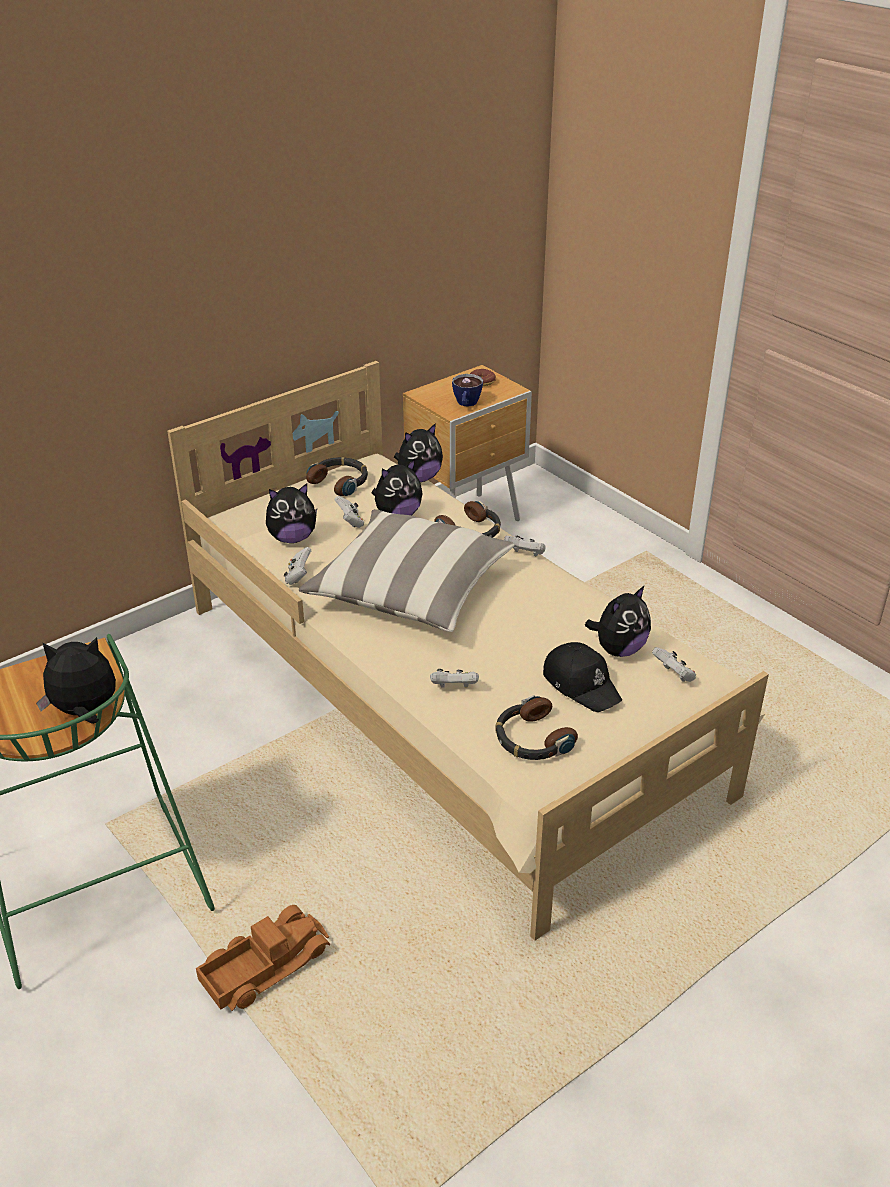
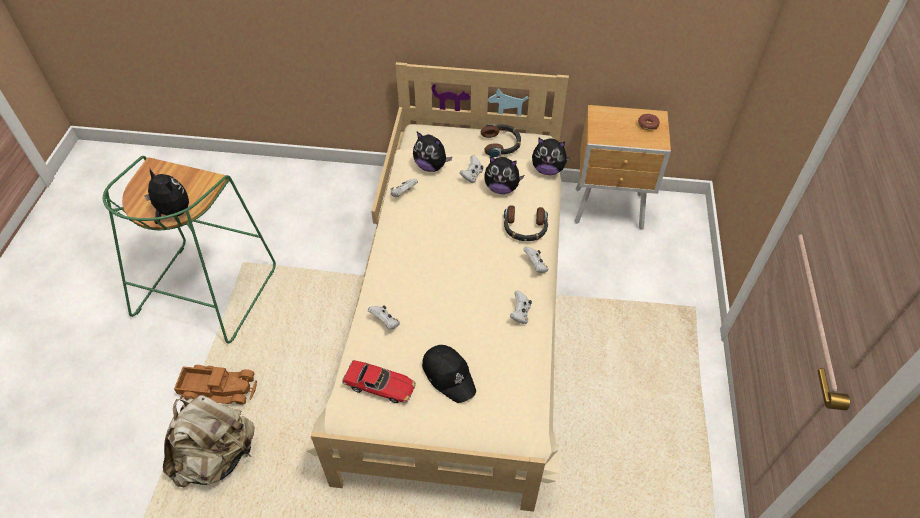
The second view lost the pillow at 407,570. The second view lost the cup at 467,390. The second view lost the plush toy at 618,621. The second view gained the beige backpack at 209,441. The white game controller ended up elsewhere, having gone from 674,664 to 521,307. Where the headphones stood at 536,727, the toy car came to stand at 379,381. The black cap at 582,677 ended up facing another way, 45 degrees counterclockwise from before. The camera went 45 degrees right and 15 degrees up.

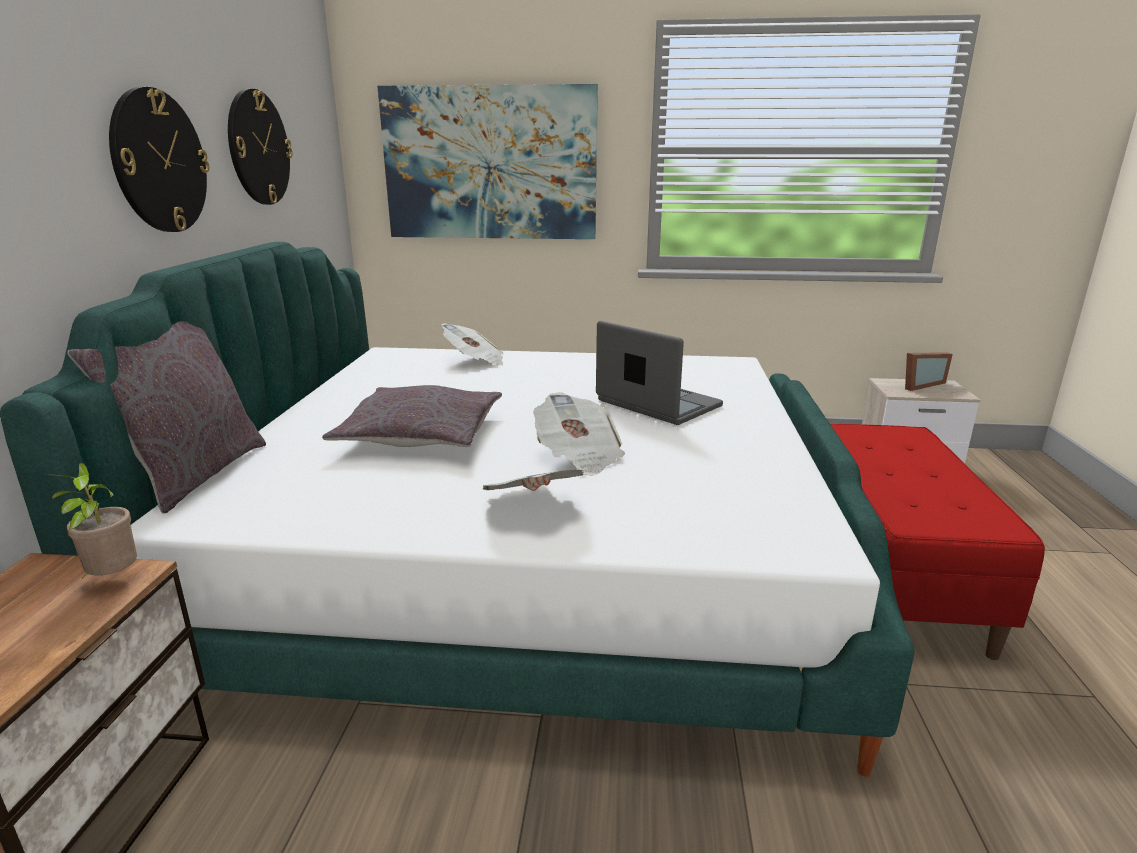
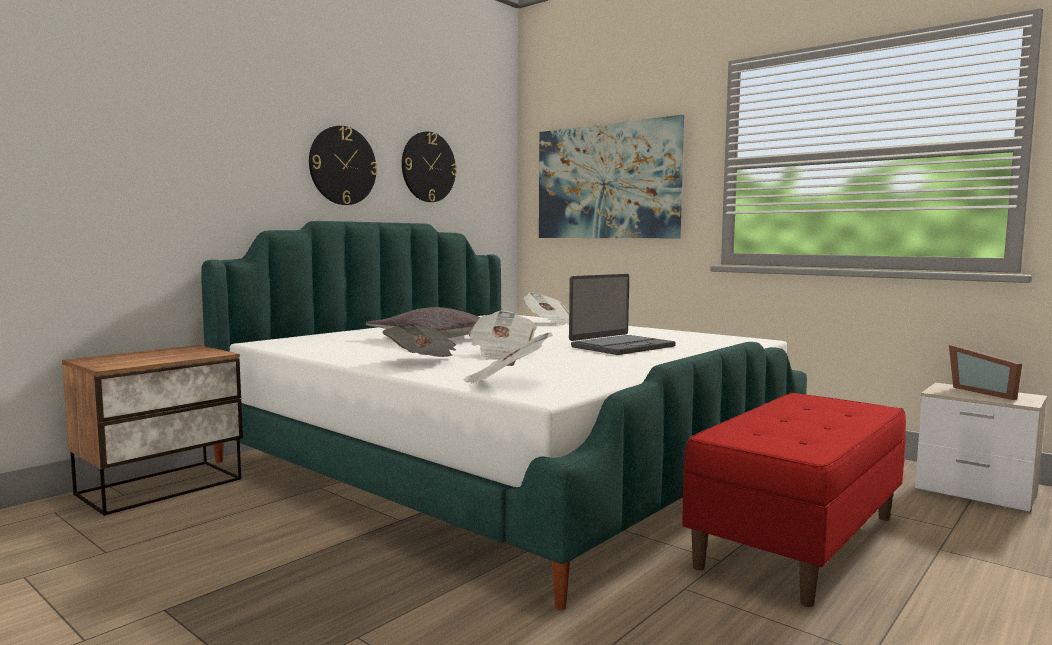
The second view lost the potted plant at 92,520. The second view lost the grey pillow at 166,417. The second view gained the newspaper at 508,358. The laptop at 659,373 ended up facing another way, 60 degrees clockwise from before. The picture frame at 929,371 ended up facing another way, 60 degrees clockwise from before. The camera went 35 degrees right and 15 degrees down.

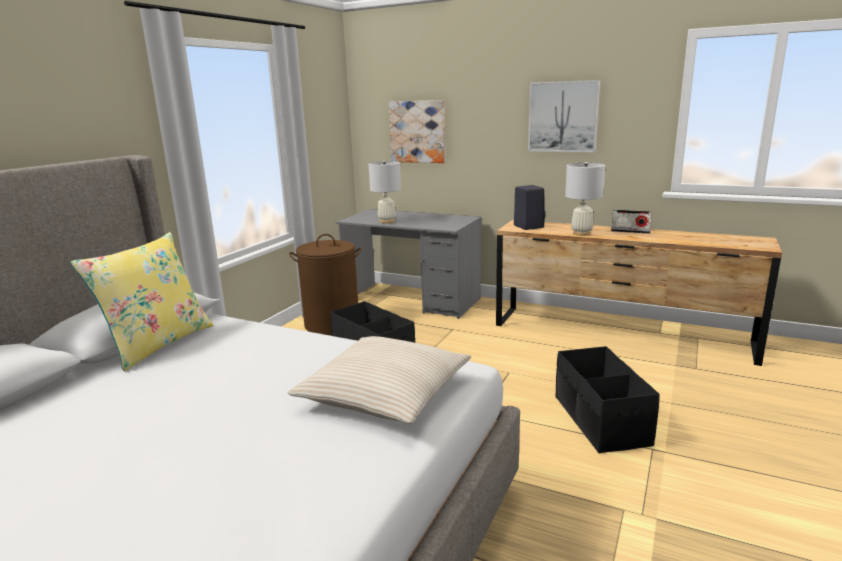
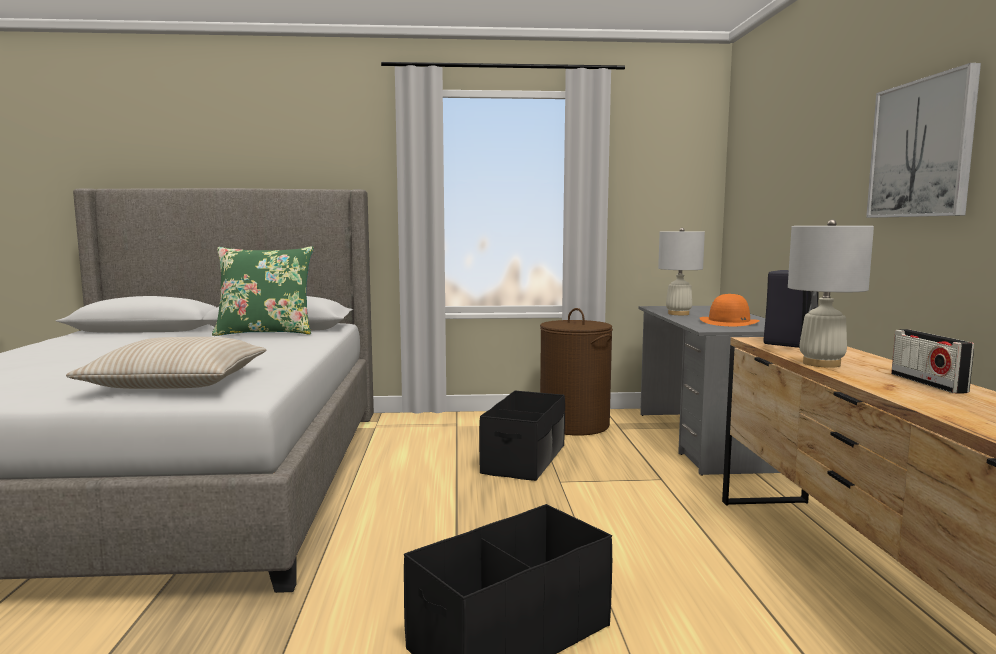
The second view lost the picture at 417,131. The second view gained the orange hat at 730,310. What was the yellow pillow at 141,301 turned into the green pillow at 263,291. The camera went 60 degrees right and 10 degrees down.

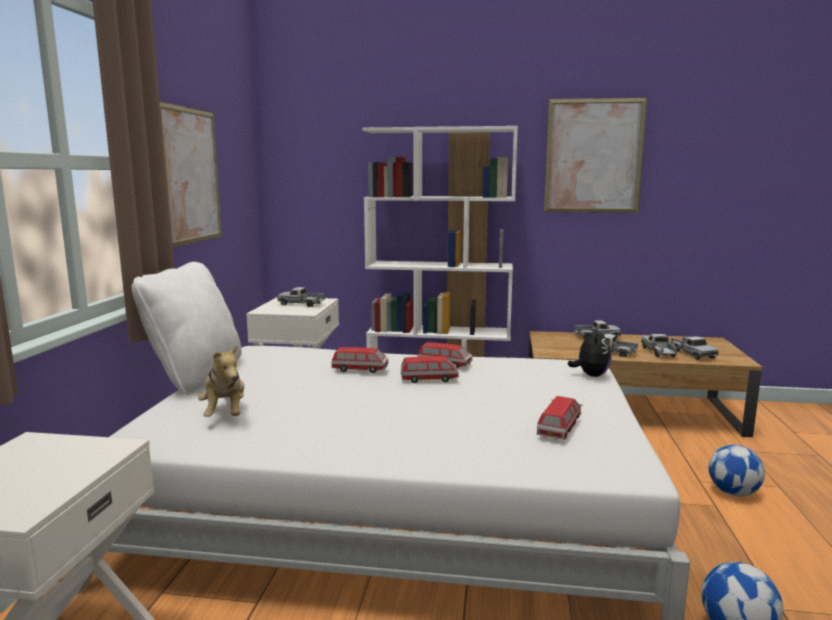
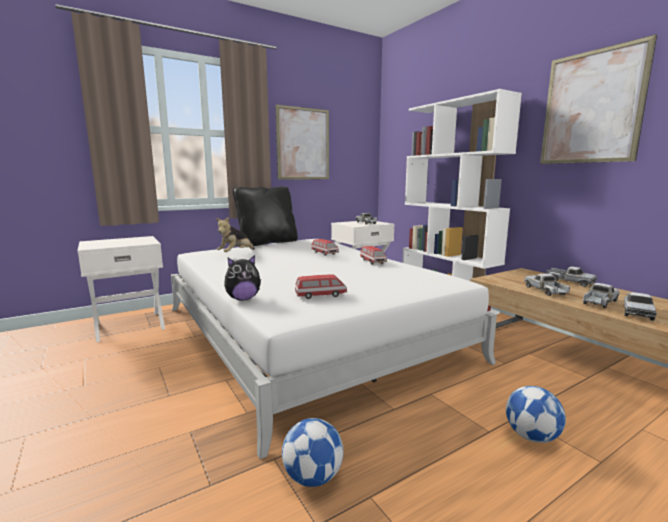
The second view lost the toy car at 430,369. The plush toy ended up elsewhere, having gone from 590,352 to 242,278. What was the white pillow at 187,328 turned into the black pillow at 265,216. The camera went 50 degrees right and 0 degrees up.

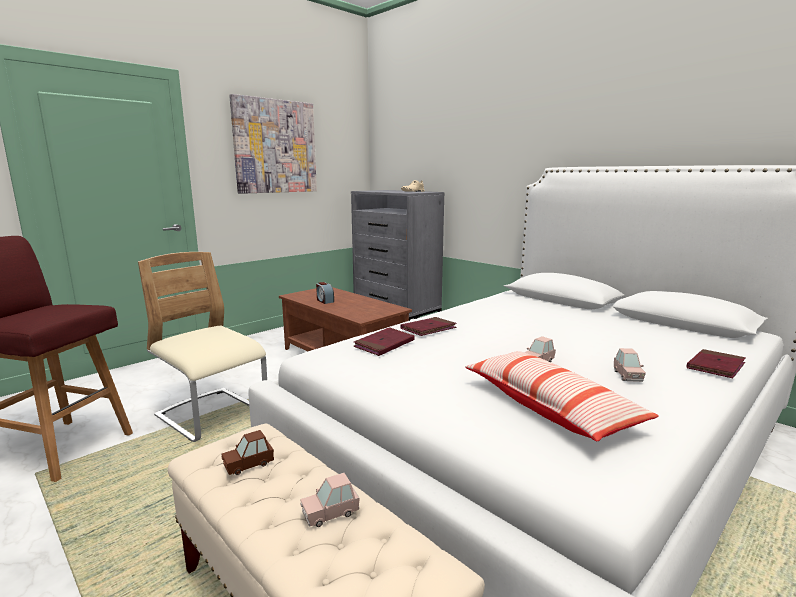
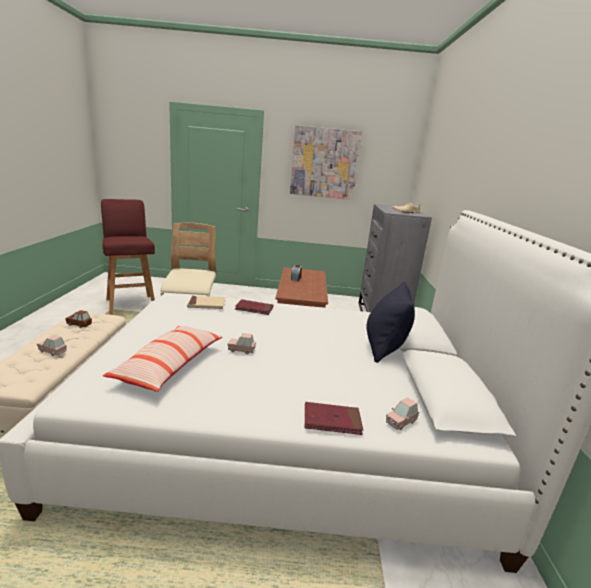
The second view gained the black pillow at 391,322. The pink toy car ended up elsewhere, having gone from 630,365 to 402,413. What was the red book at 384,341 turned into the beige book at 206,302. The camera went 45 degrees right and 5 degrees up.

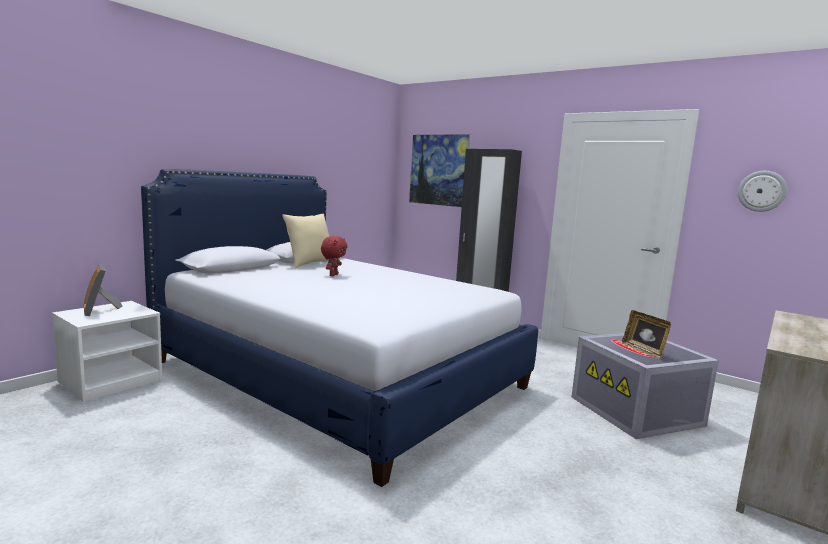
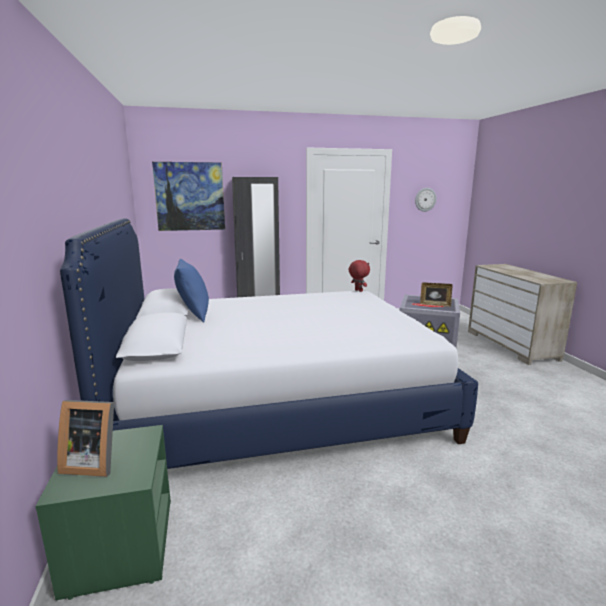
The red plush toy ended up elsewhere, having gone from 334,256 to 359,276. What was the white nightstand at 107,351 turned into the green nightstand at 103,512. What was the beige pillow at 305,241 turned into the blue pillow at 191,291. The camera went 50 degrees left and 5 degrees up.

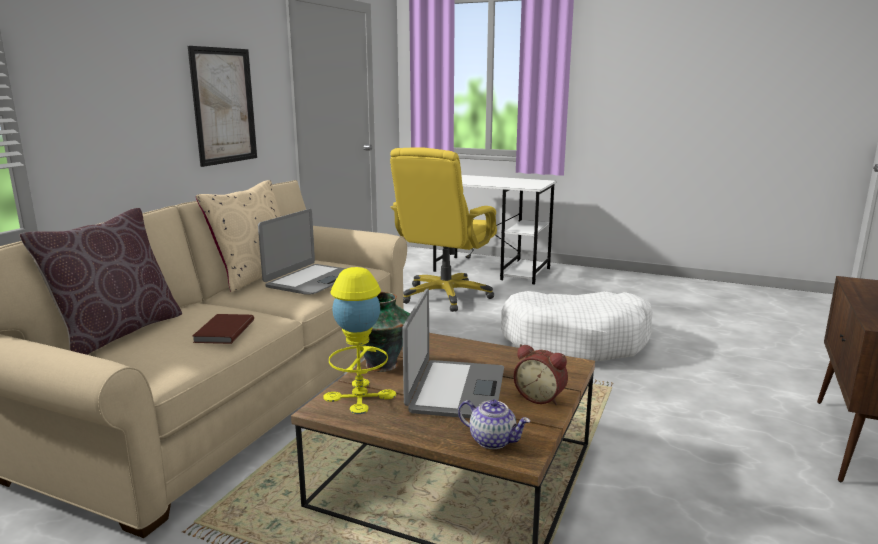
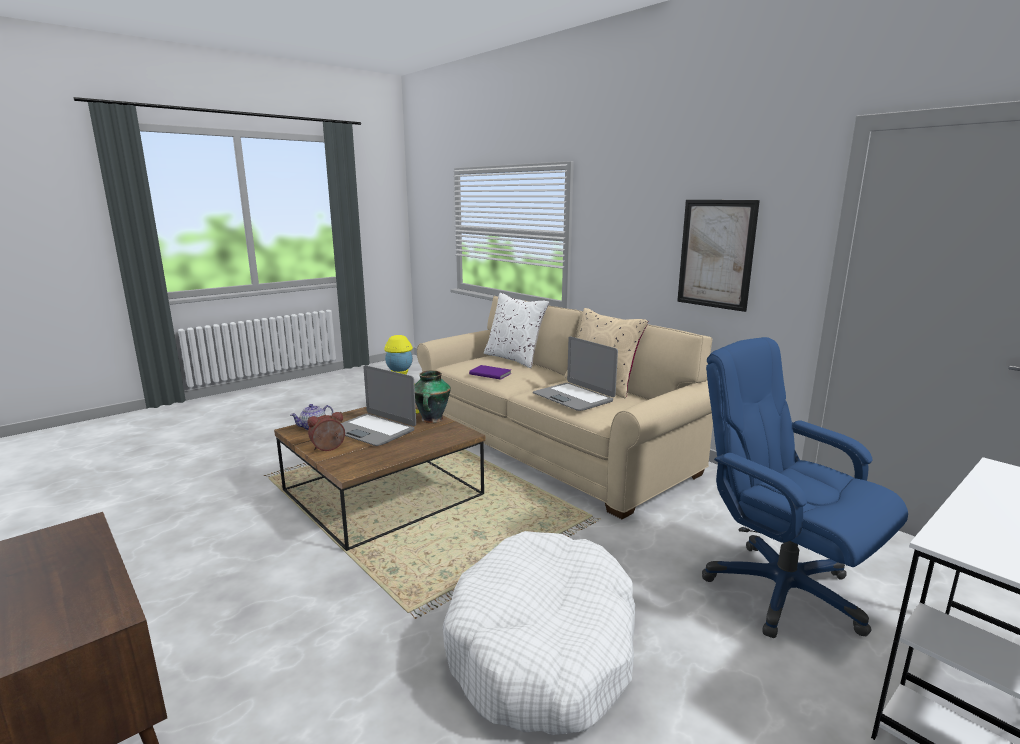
What was the brown pillow at 100,281 turned into the white pillow at 516,330. What was the brown book at 223,329 turned into the purple book at 490,372. What was the yellow office chair at 443,229 turned into the blue office chair at 805,487. The camera went 115 degrees right and 0 degrees up.

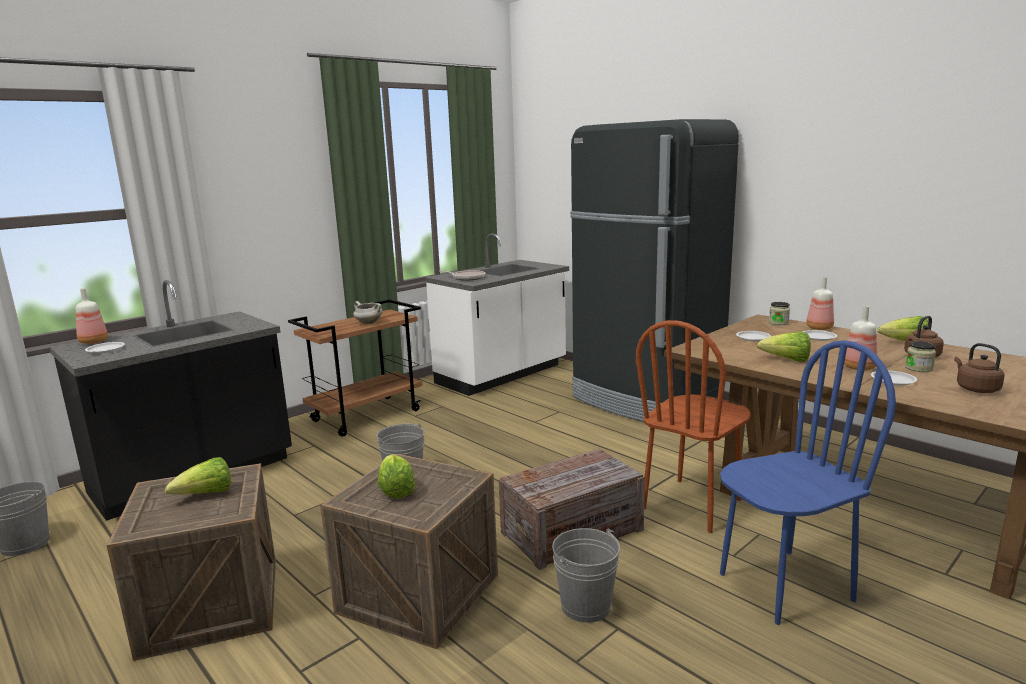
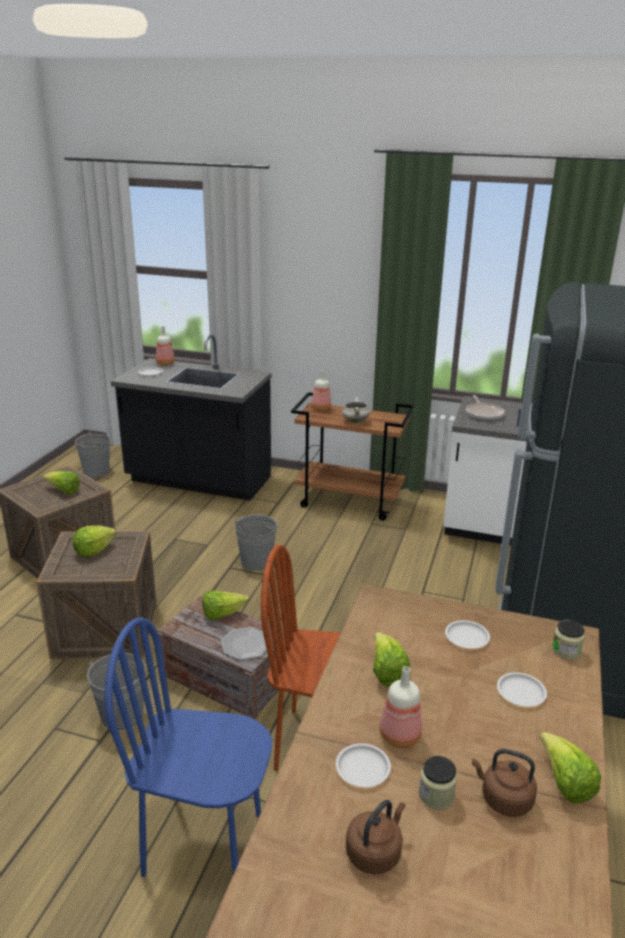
The second view gained the lettuce at 225,605. The second view gained the plate at 244,643. The bottle ended up elsewhere, having gone from 820,303 to 321,390. The blue chair at 808,482 ended up facing another way, 150 degrees clockwise from before. The camera went 60 degrees right and 10 degrees up.

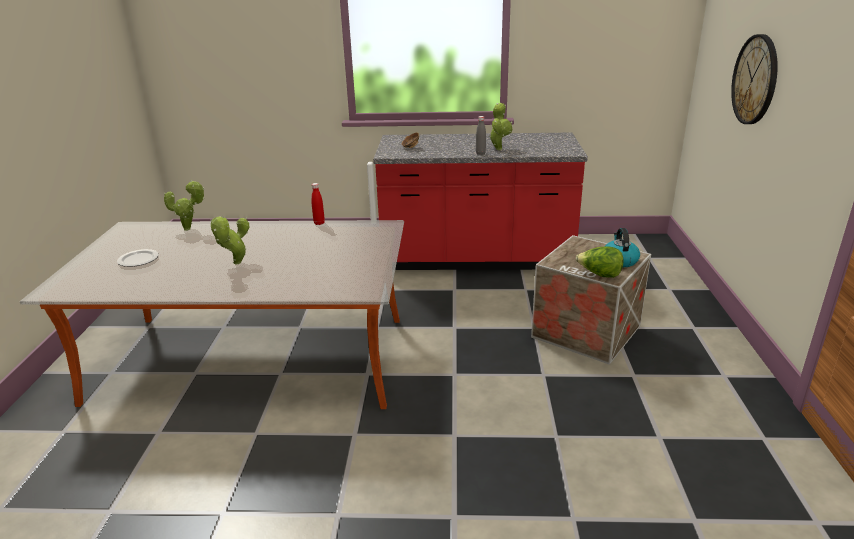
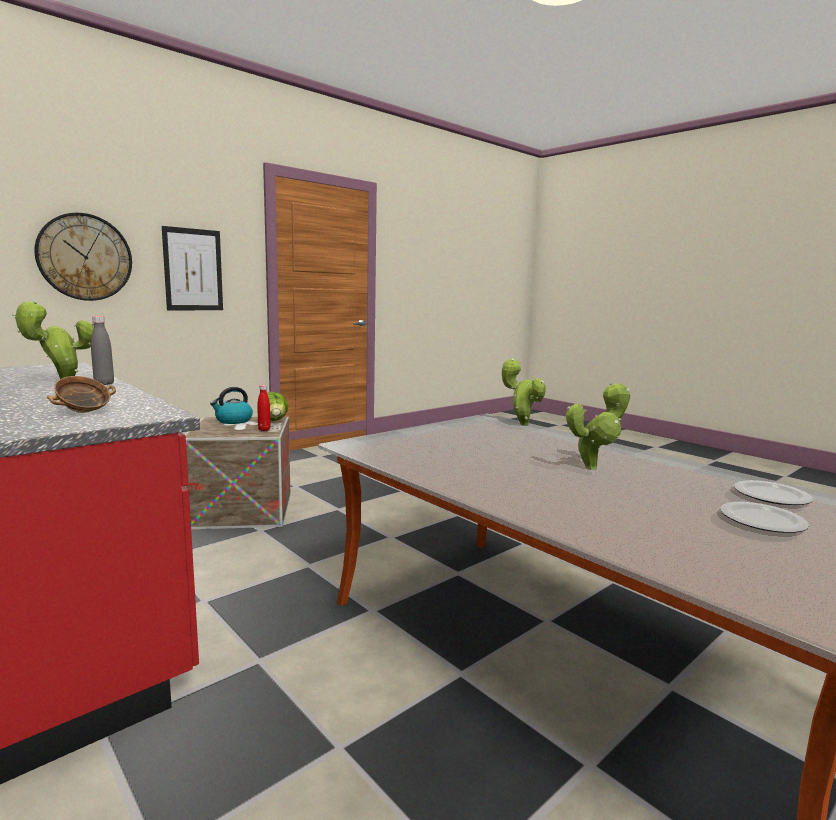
The second view gained the picture at 192,268. The second view gained the plate at 773,492. The potted plant ended up elsewhere, having gone from 184,205 to 523,392. The red bottle ended up elsewhere, having gone from 318,204 to 264,408. The camera went 135 degrees left and 15 degrees down.

